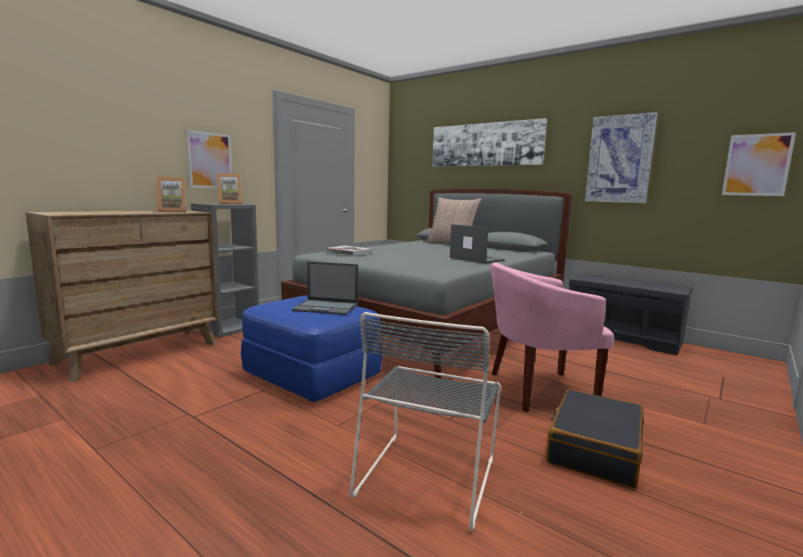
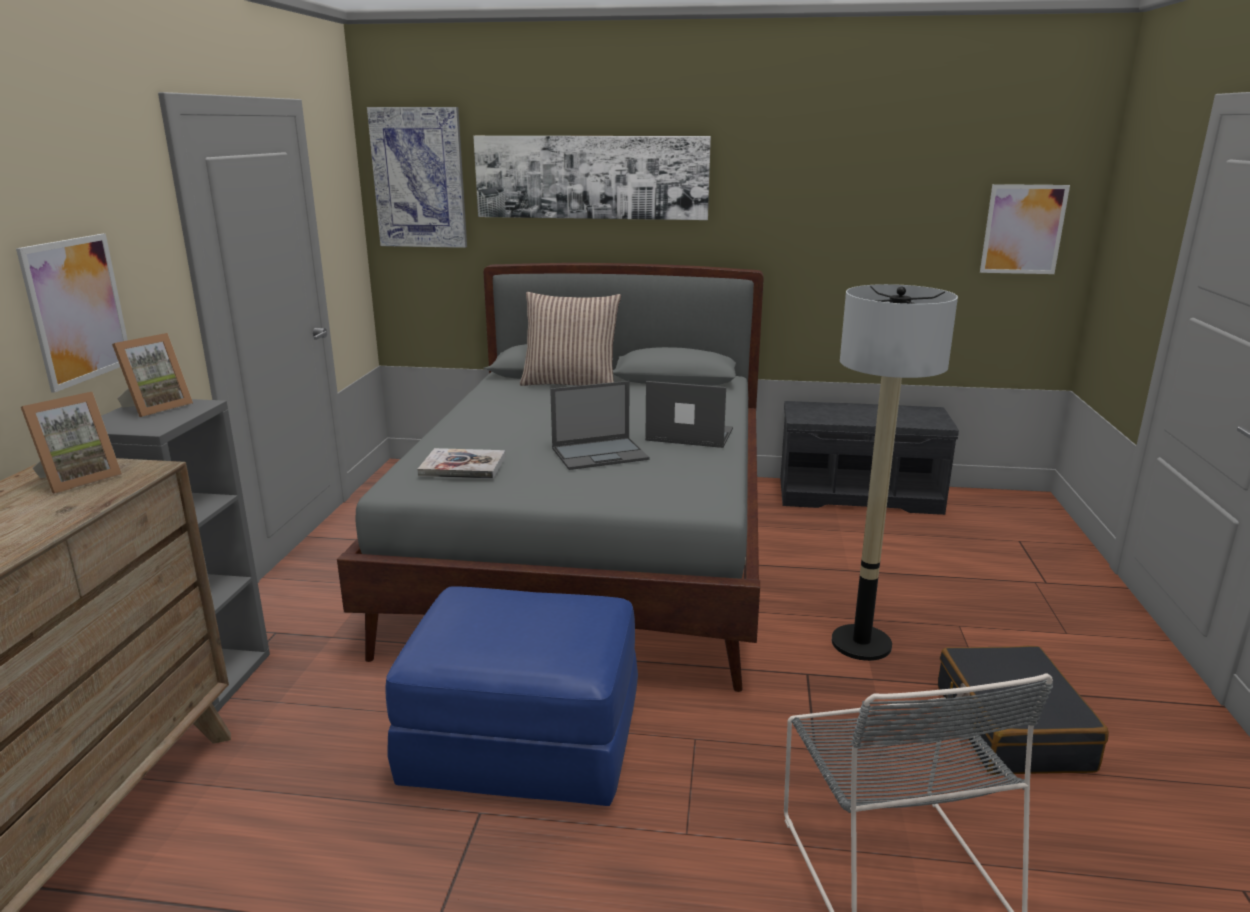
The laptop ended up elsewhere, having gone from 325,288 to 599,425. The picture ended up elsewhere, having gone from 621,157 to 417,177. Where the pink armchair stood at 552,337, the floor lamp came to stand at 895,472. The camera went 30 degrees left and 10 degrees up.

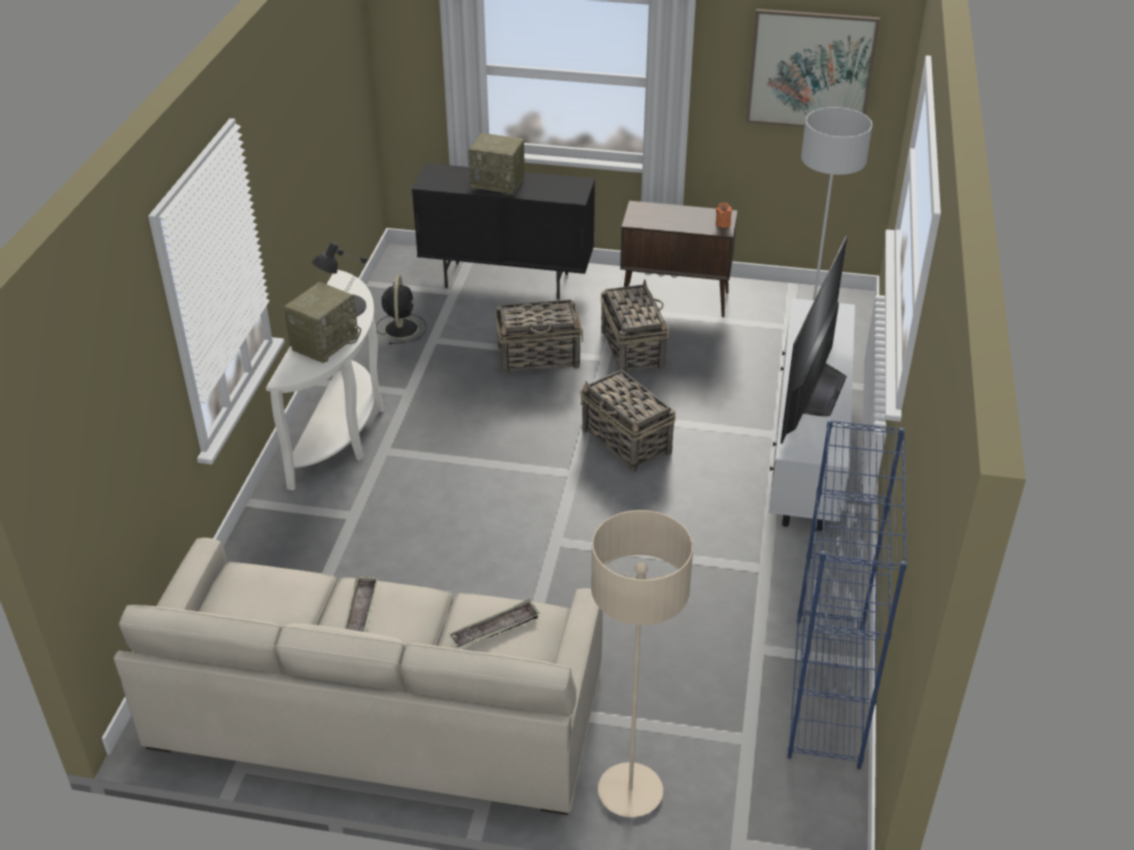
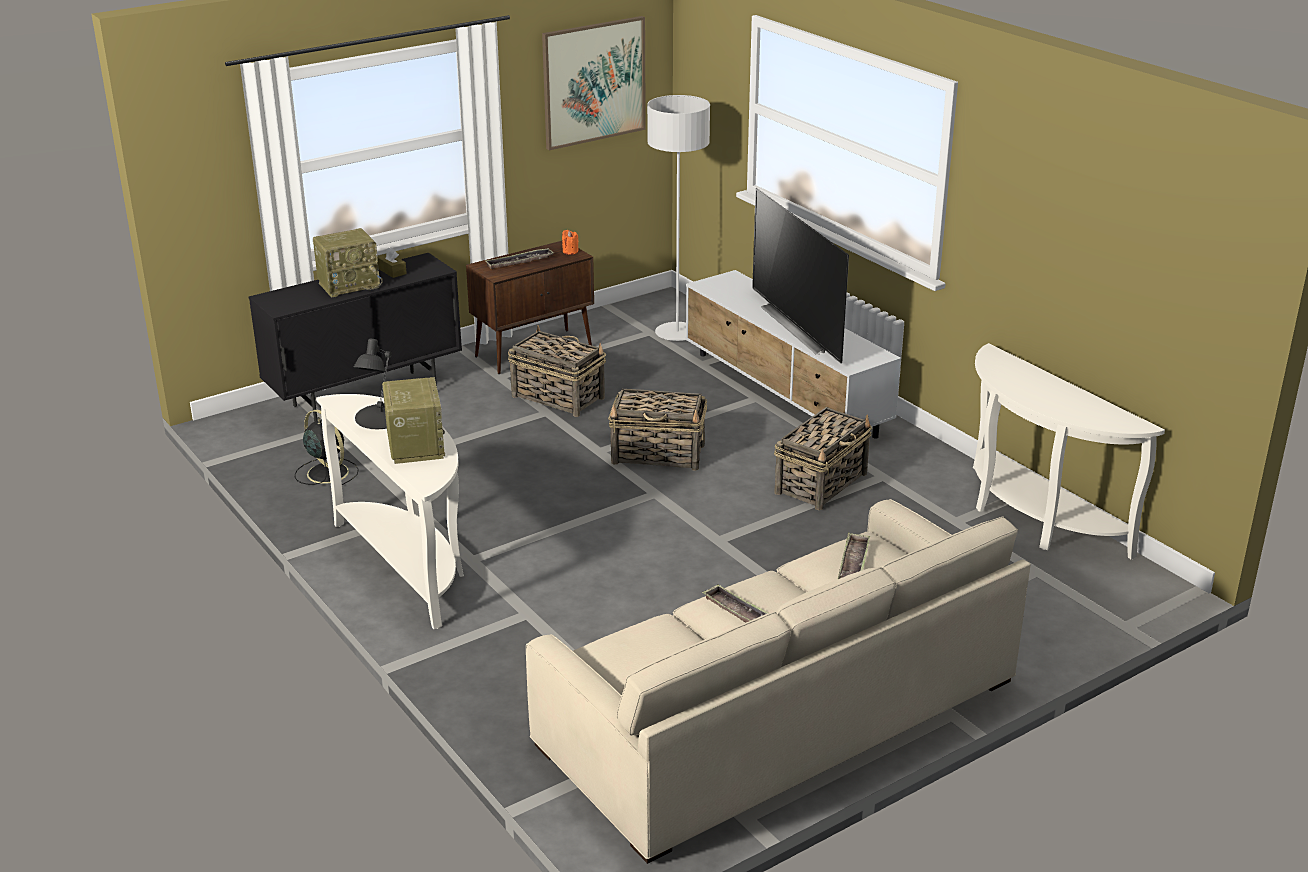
The second view lost the beige floor lamp at 642,663. The second view gained the brown tissue box at 392,262. The second view gained the tray at 519,259. The basket ended up elsewhere, having gone from 539,336 to 823,458. Where the blue bookcase stood at 847,594, the white console table came to stand at 1069,451. The camera went 45 degrees left and 10 degrees down.

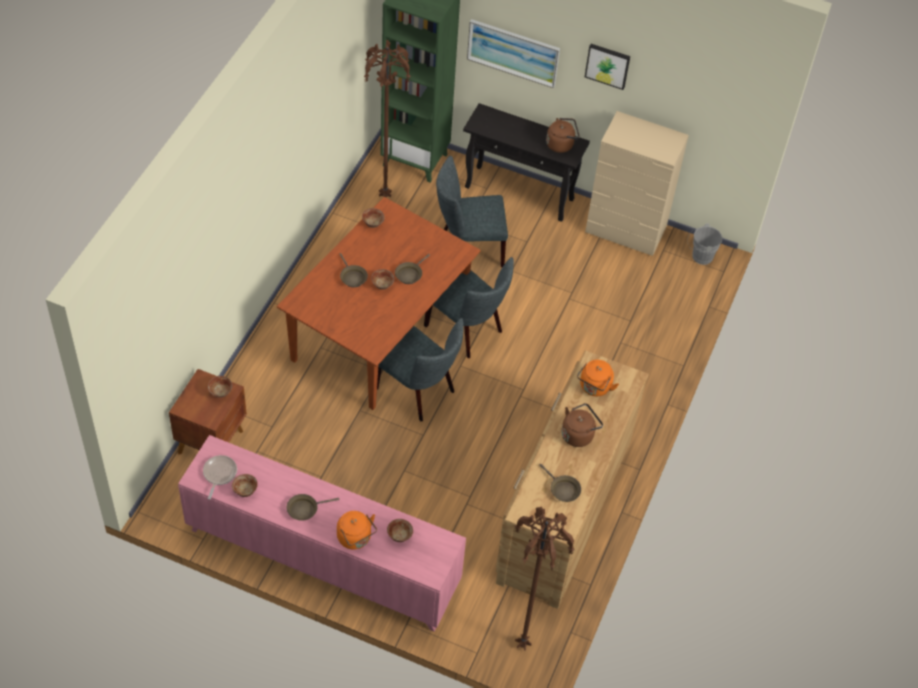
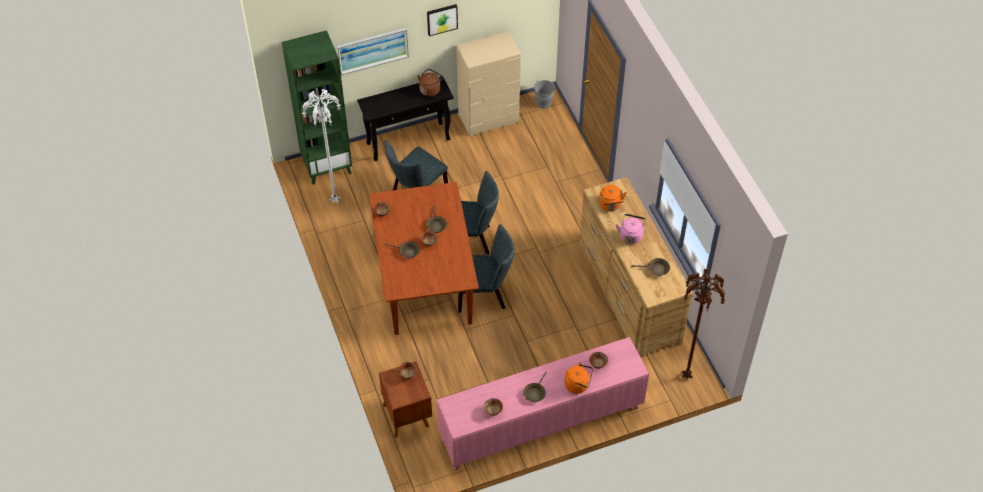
The second view lost the frying pan at 220,477. What was the brown floor lamp at 387,118 turned into the white floor lamp at 321,146. What was the brown kettle at 582,425 turned into the pink kettle at 631,229. The camera went 40 degrees left and 0 degrees up.

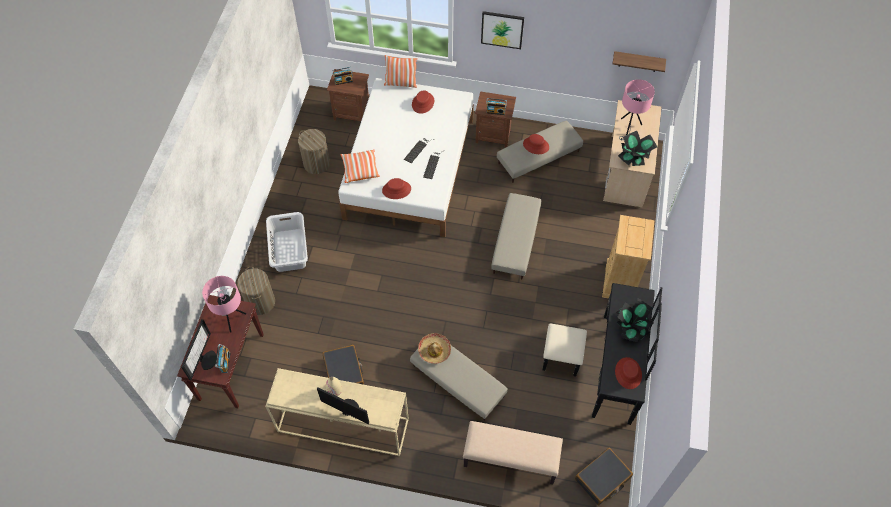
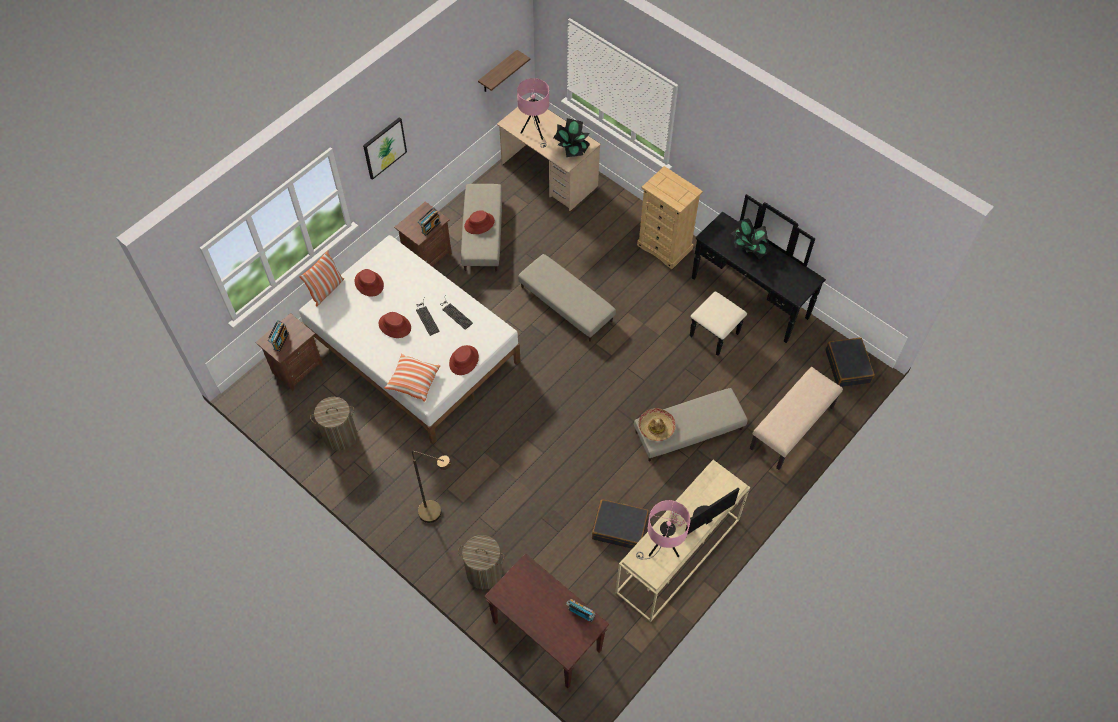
The second view lost the monitor at 199,349. The pink table lamp ended up elsewhere, having gone from 224,304 to 663,529. The red hat ended up elsewhere, having gone from 628,373 to 395,325. Where the grey laundry basket stood at 287,242, the brown floor lamp came to stand at 431,487. The camera went 60 degrees left and 0 degrees up.

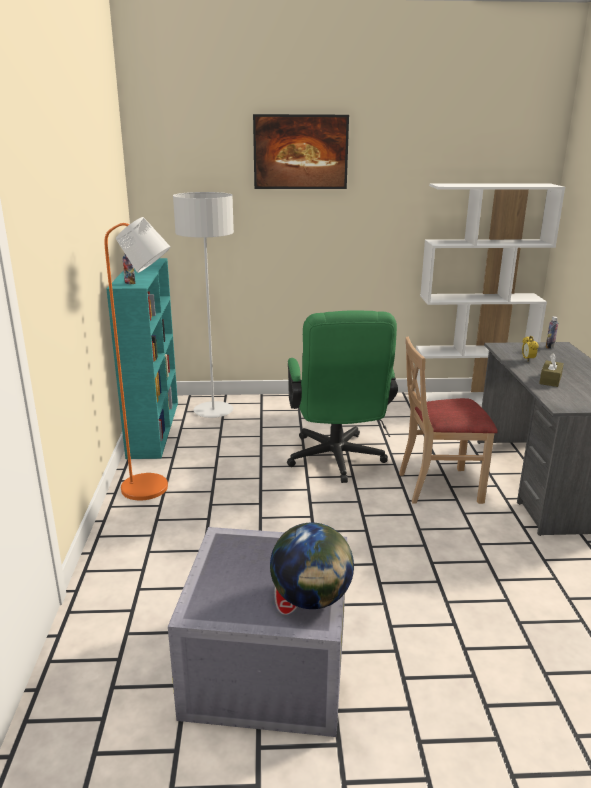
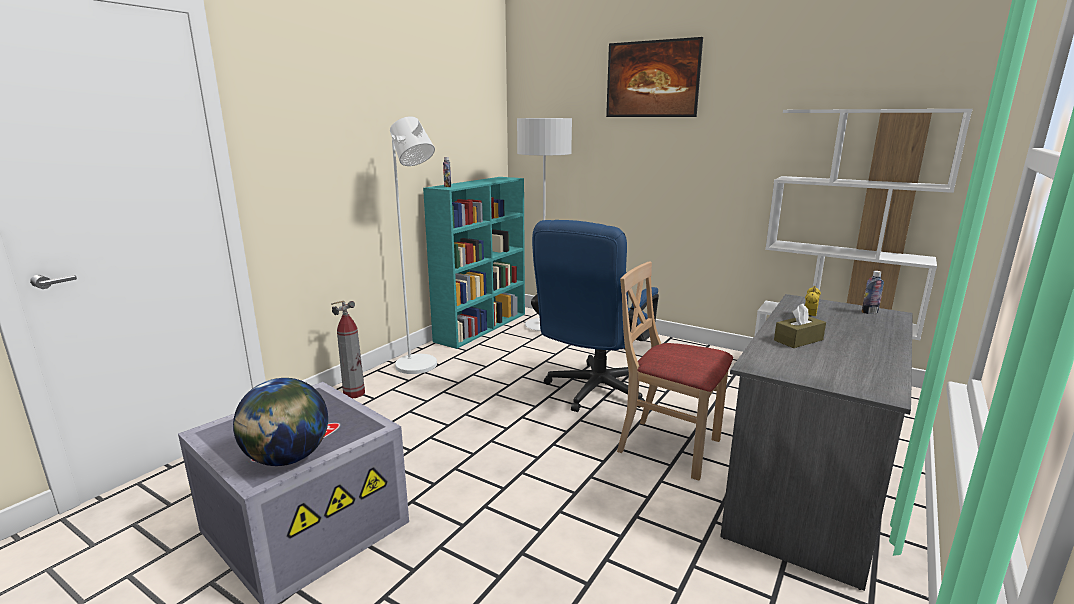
The second view gained the fire extinguisher at 348,349. What was the orange floor lamp at 138,358 turned into the white floor lamp at 413,245. What was the green office chair at 342,396 turned into the blue office chair at 595,316. The camera went 35 degrees right and 5 degrees down.

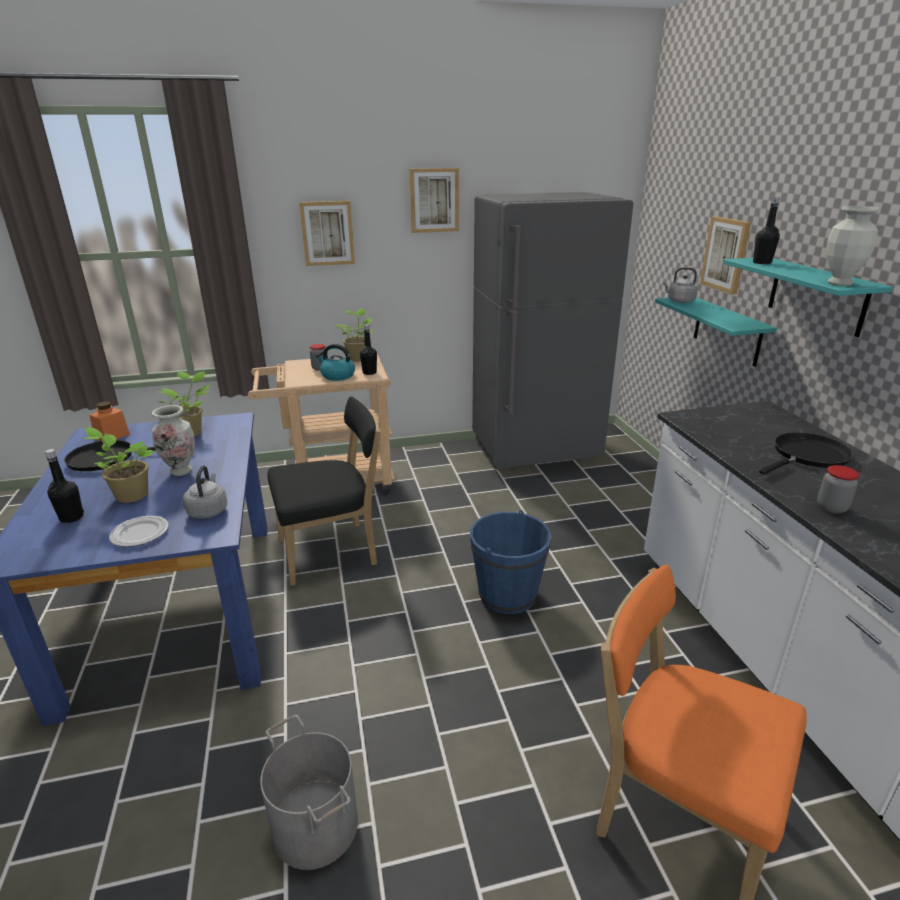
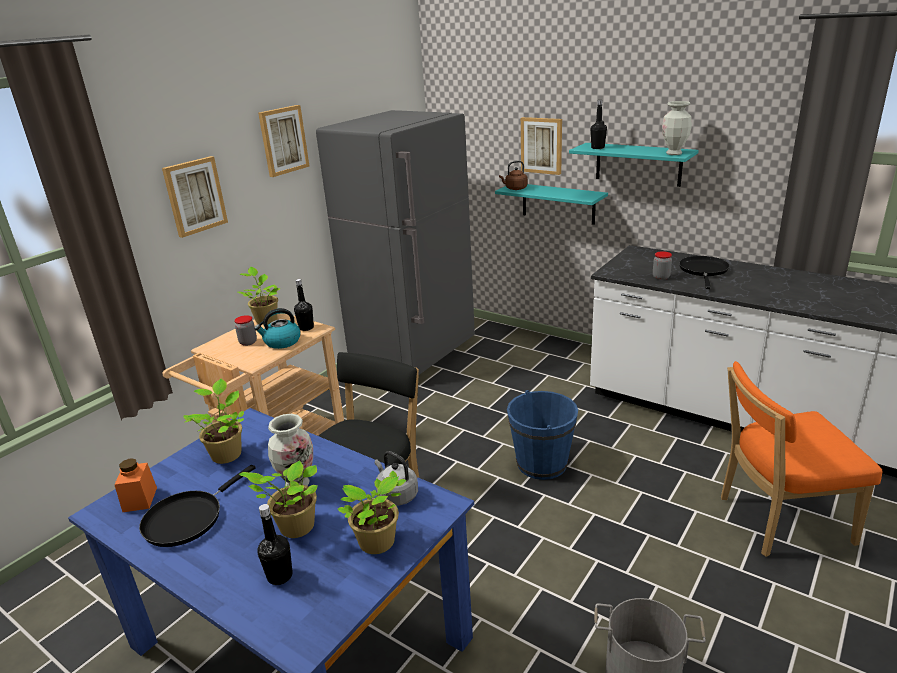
The jar ended up elsewhere, having gone from 838,489 to 662,265. Where the plate stood at 139,531, the potted plant came to stand at 372,512. What was the grey kettle at 680,285 turned into the brown kettle at 513,175. The camera went 40 degrees left and 0 degrees up.

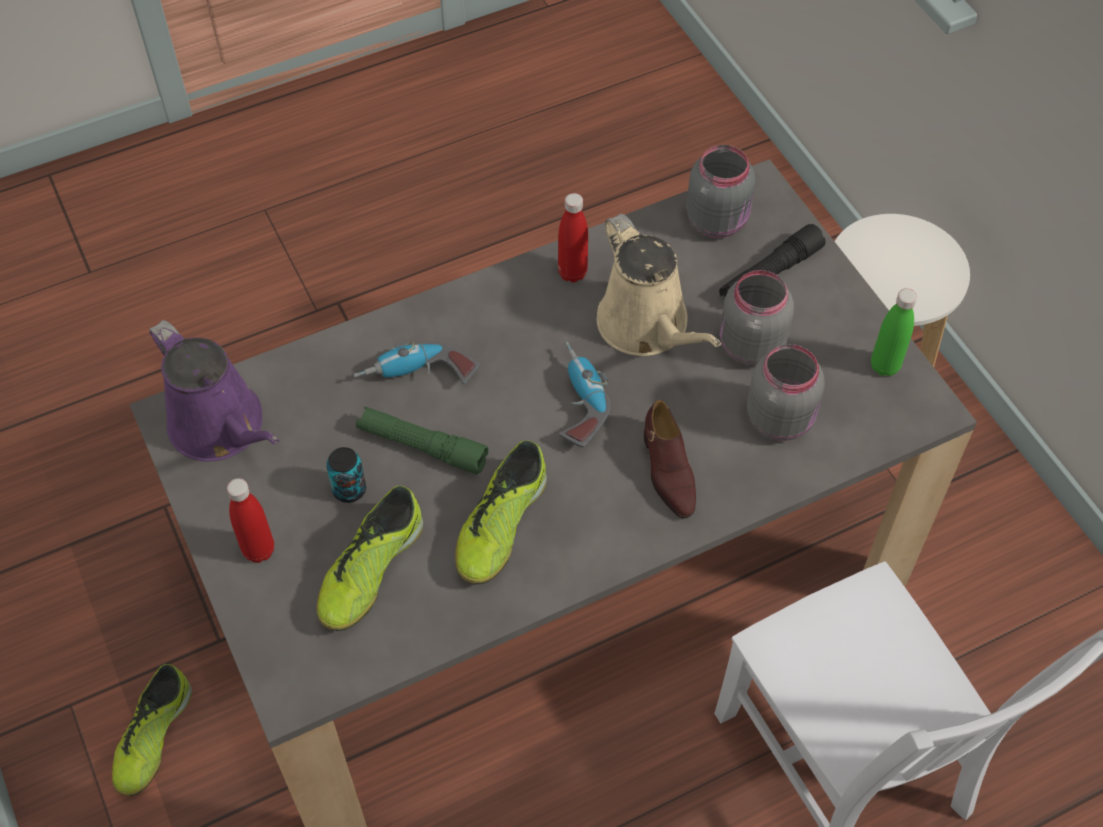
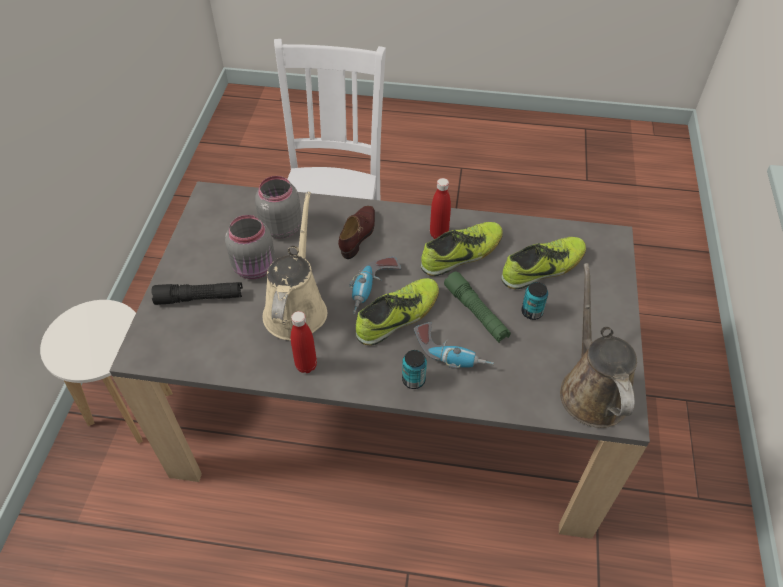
The second view lost the grey jar at 721,191. The second view lost the green bottle at 894,332. The second view gained the can at 414,369. The shoe ended up elsewhere, having gone from 152,730 to 397,311. The red bottle ended up elsewhere, having gone from 250,520 to 440,208. What was the purple watering can at 214,390 turned into the brown watering can at 598,345. The camera went 145 degrees left and 5 degrees down.

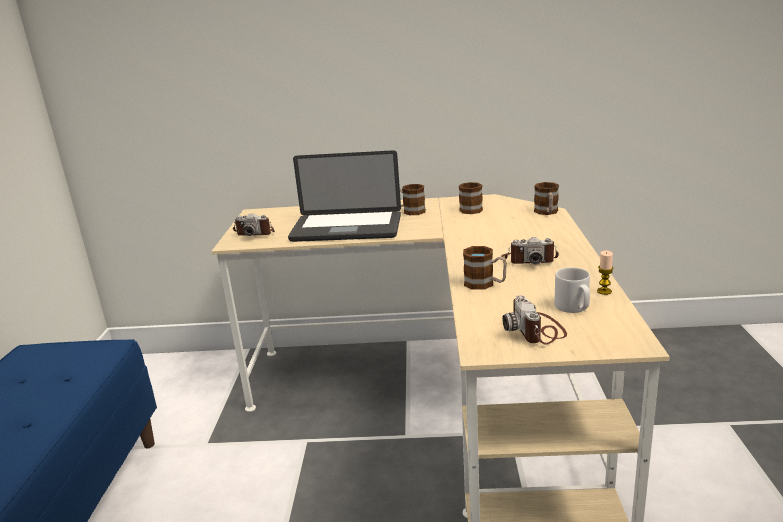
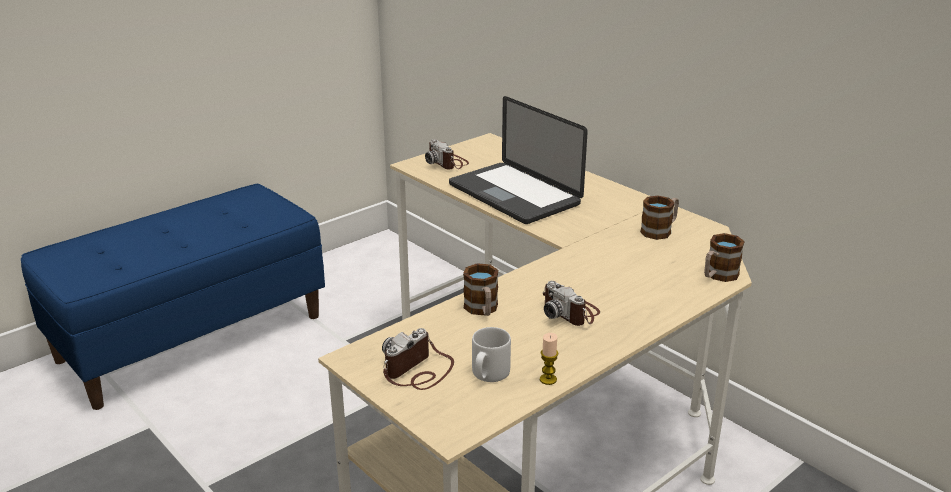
The second view lost the mug at 413,199. The camera went 45 degrees right and 5 degrees up.

